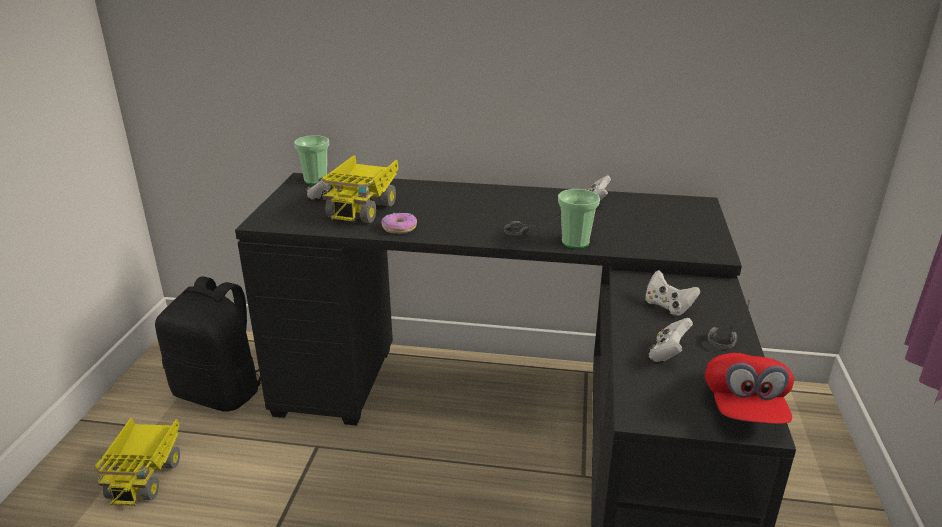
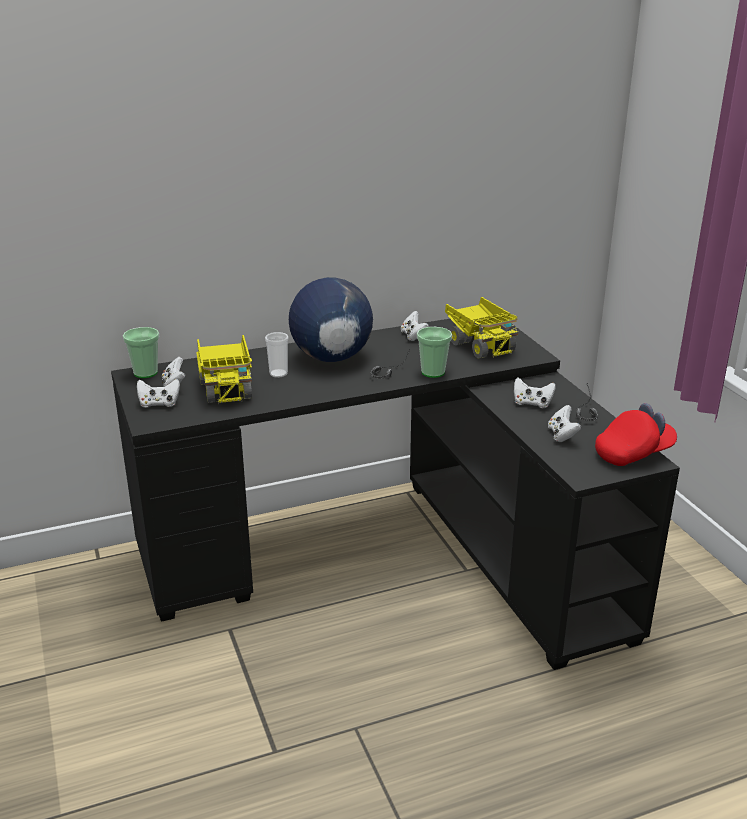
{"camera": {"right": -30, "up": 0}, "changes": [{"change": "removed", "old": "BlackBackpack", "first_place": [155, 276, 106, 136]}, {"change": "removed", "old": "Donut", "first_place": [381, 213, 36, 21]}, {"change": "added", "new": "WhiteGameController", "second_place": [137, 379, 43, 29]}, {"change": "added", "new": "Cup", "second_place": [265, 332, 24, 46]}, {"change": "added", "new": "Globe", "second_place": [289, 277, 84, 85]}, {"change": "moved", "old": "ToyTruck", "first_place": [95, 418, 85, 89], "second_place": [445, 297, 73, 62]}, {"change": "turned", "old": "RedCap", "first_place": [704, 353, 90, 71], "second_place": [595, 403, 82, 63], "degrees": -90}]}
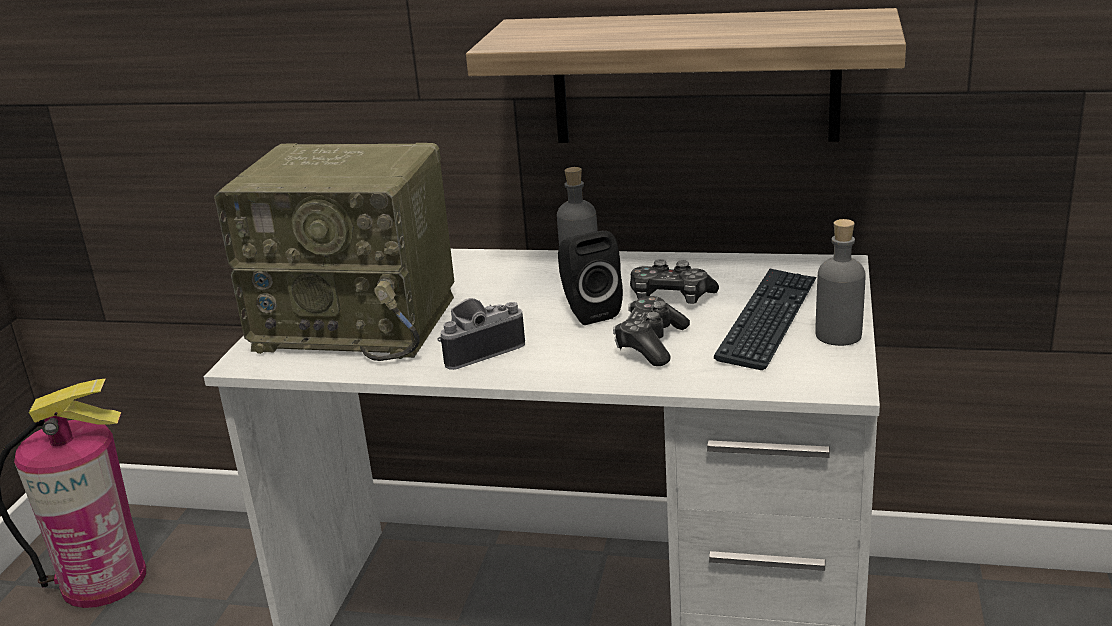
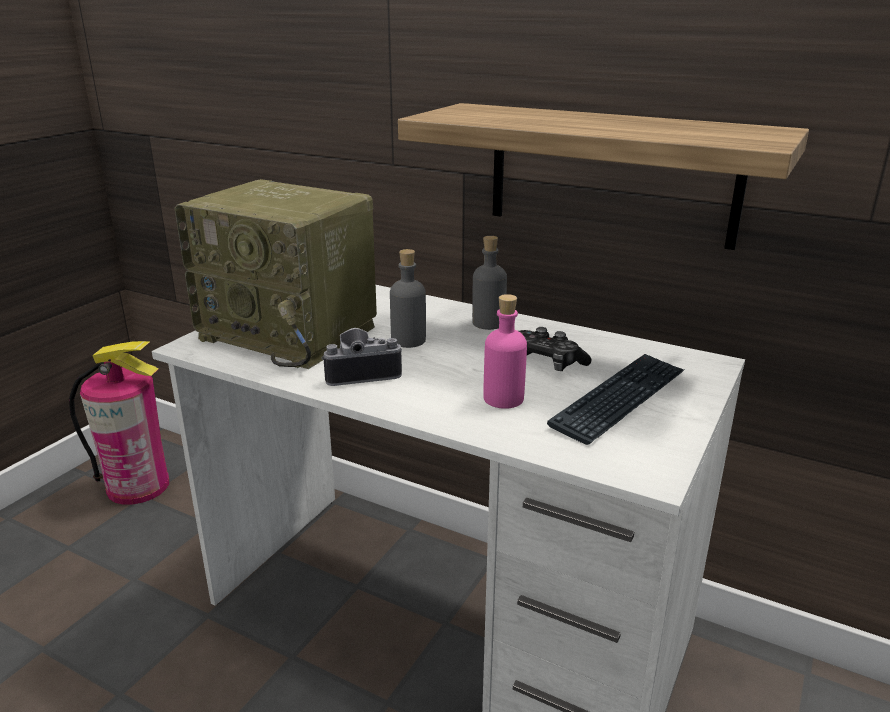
{"camera": {"right": 15, "up": 0}, "changes": [{"change": "removed", "old": "BlackSpeaker", "first_place": [558, 231, 65, 94]}, {"change": "moved", "old": "GreyBottle", "first_place": [816, 219, 50, 127], "second_place": [390, 249, 36, 99]}, {"change": "replaced", "old": "GameController", "new": "PinkBottle", "first_place": [613, 296, 77, 70], "second_place": [483, 294, 44, 115]}]}
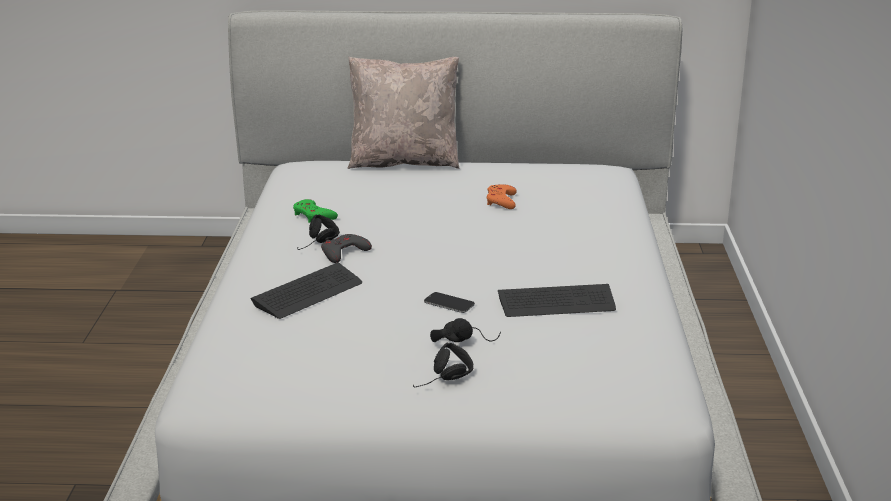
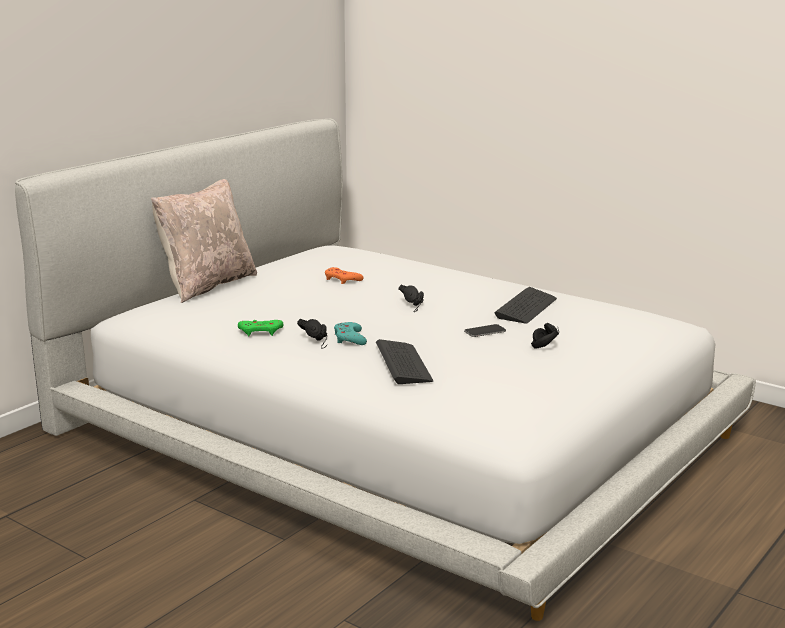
{"camera": {"right": -55, "up": -5}, "changes": [{"change": "moved", "old": "BlackHeadphones", "first_place": [413, 342, 61, 45], "second_place": [398, 284, 26, 28]}, {"change": "recoloured", "old": "GreyGameController", "new": "TurquoiseGameController", "first_place": [321, 234, 51, 29], "second_place": [334, 322, 33, 23]}]}
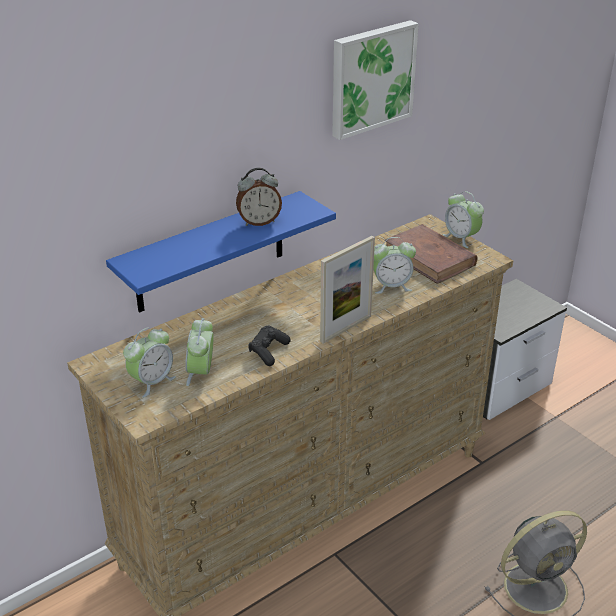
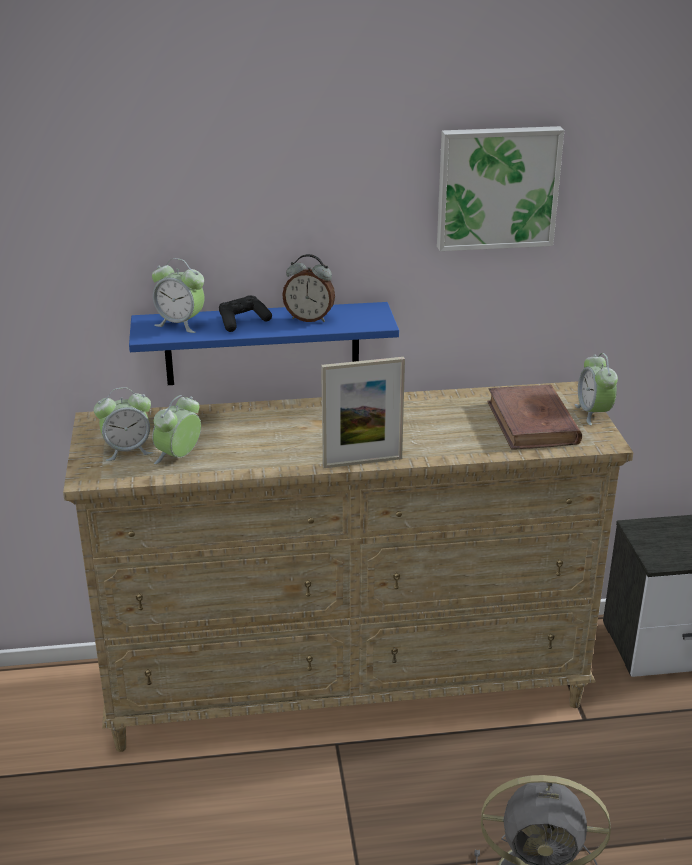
{"camera": {"right": 30, "up": -5}, "changes": [{"change": "moved", "old": "BlackGameController", "first_place": [248, 326, 43, 40], "second_place": [219, 295, 53, 37]}, {"change": "moved", "old": "AlarmClock", "first_place": [373, 237, 43, 57], "second_place": [152, 258, 53, 75]}]}
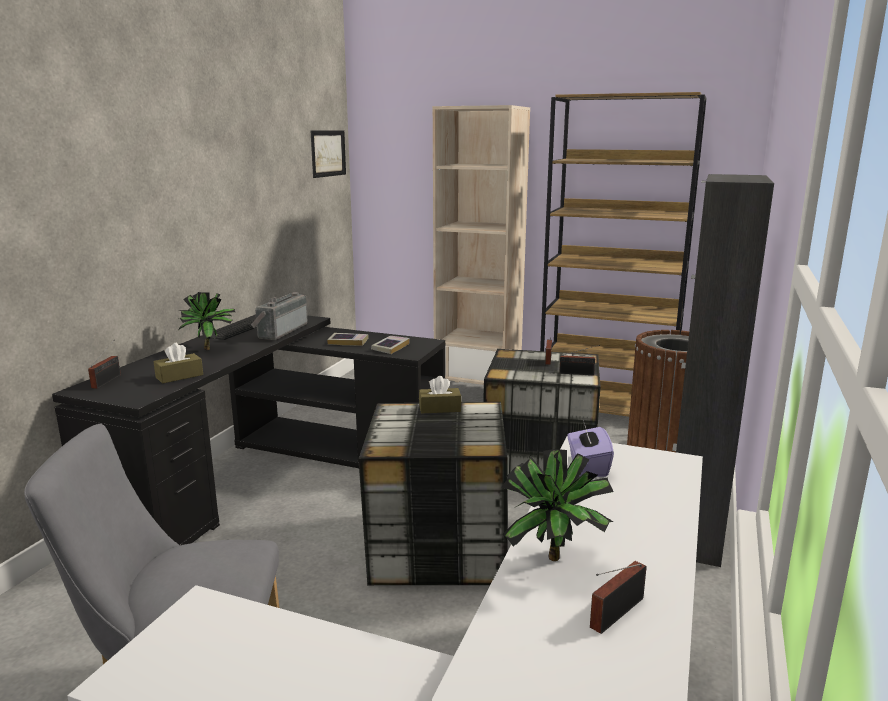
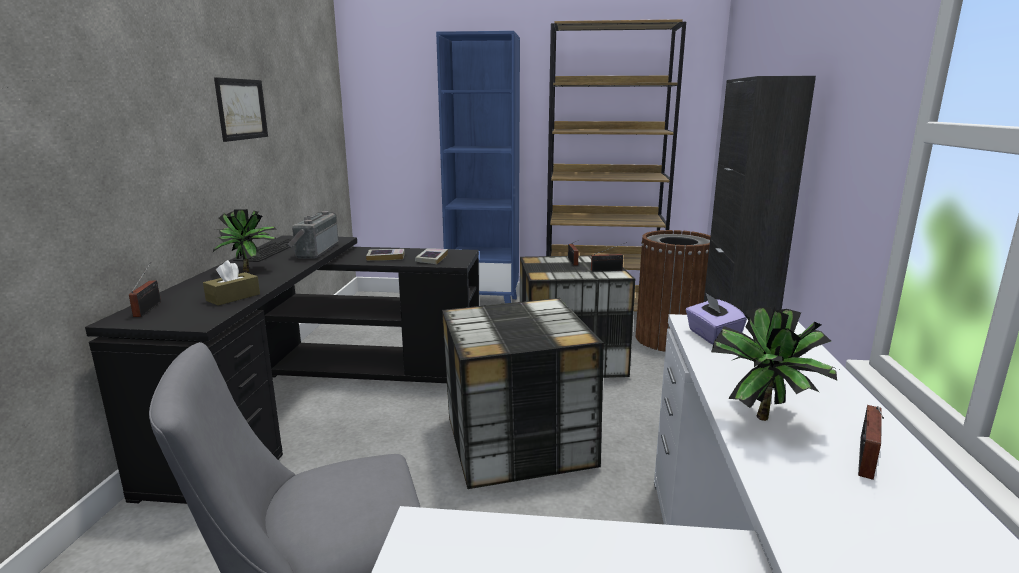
{"camera": {"right": -15, "up": 0}, "changes": [{"change": "removed", "old": "BrownTissueBox", "first_place": [419, 376, 42, 37]}, {"change": "moved", "old": "Picture", "first_place": [310, 130, 36, 48], "second_place": [214, 77, 54, 65]}, {"change": "recoloured", "old": "BeigeBookcase", "new": "BlueBookcase", "first_place": [433, 105, 97, 280], "second_place": [436, 31, 84, 272]}]}
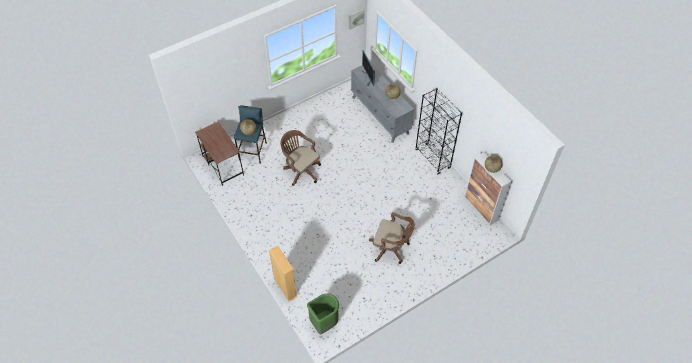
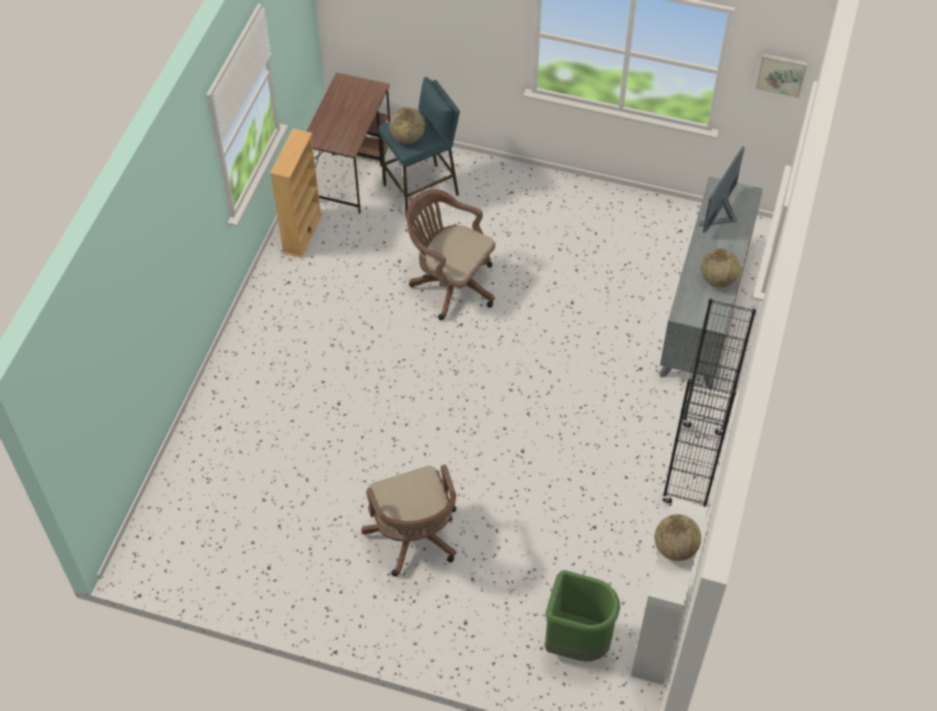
{"camera": {"right": 50, "up": 0}, "changes": [{"change": "moved", "old": "BeigeBookcase", "first_place": [269, 246, 29, 55], "second_place": [270, 128, 52, 130]}, {"change": "moved", "old": "GreenTrashCan", "first_place": [307, 294, 32, 40], "second_place": [545, 570, 75, 92]}, {"change": "turned", "old": "BrownOfficeChair", "first_place": [281, 130, 40, 56], "second_place": [406, 189, 89, 131], "degrees": -60}]}
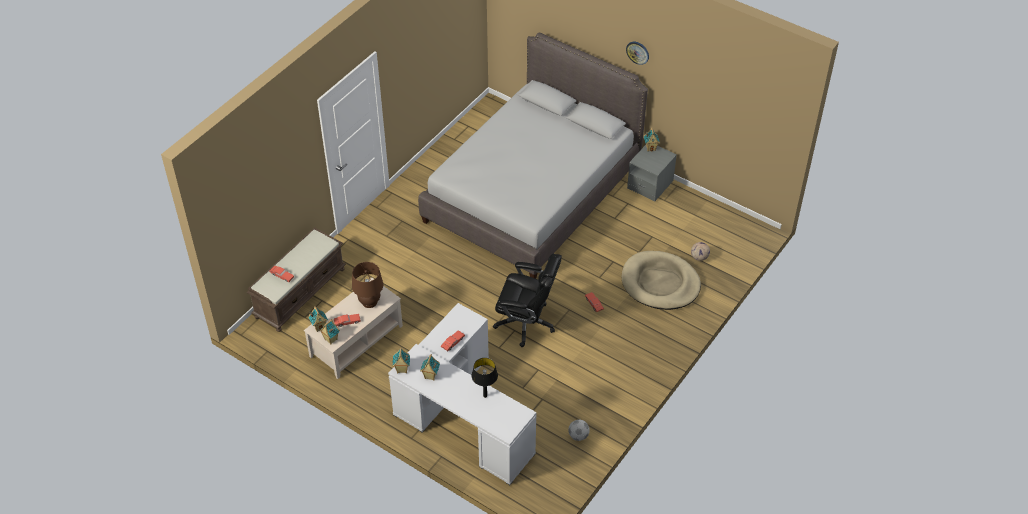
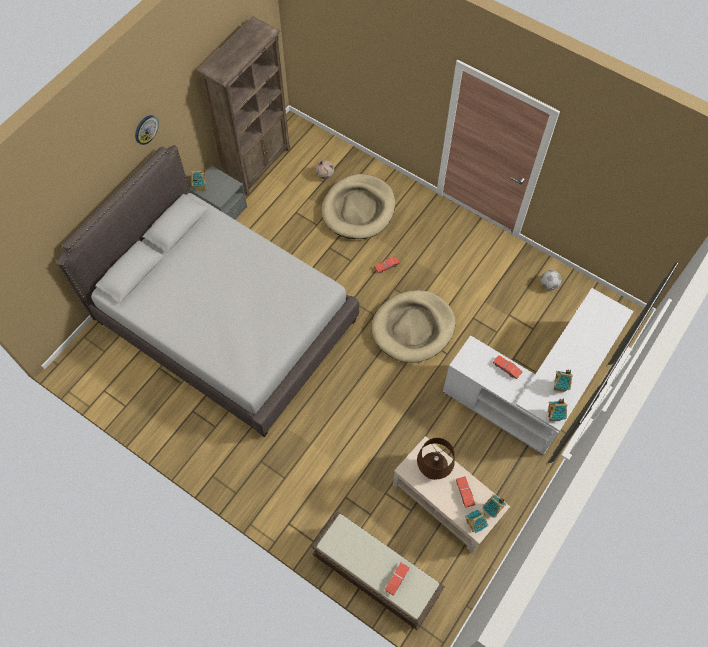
{"camera": {"right": -90, "up": 15}, "changes": [{"change": "removed", "old": "BlackTableLamp", "first_place": [472, 358, 26, 40]}, {"change": "added", "new": "BrownBookcase", "second_place": [197, 16, 93, 180]}, {"change": "replaced", "old": "BlackOfficeChair", "new": "BeigeDogBed", "first_place": [493, 254, 69, 93], "second_place": [372, 290, 84, 73]}]}
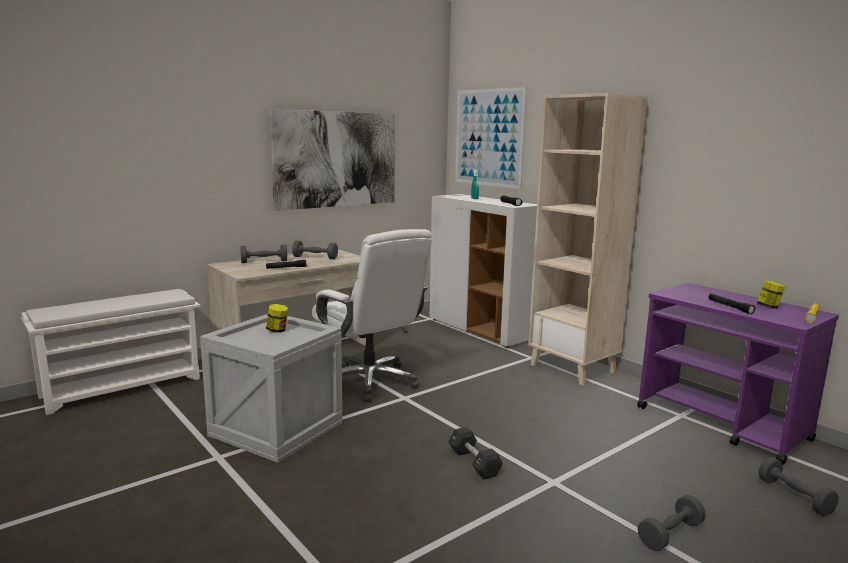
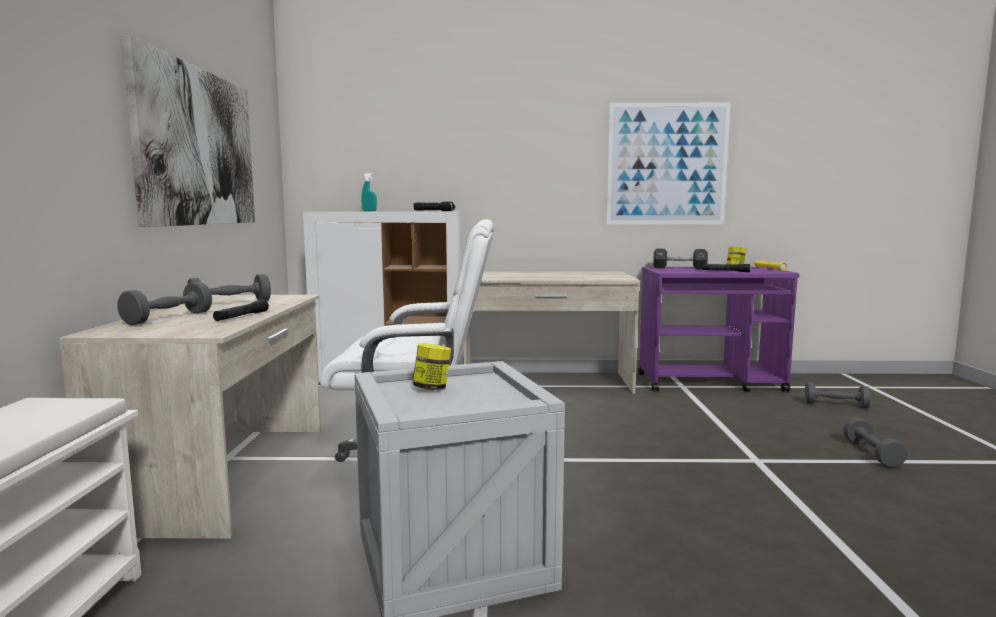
{"camera": {"right": -50, "up": -5}, "changes": [{"change": "moved", "old": "BlackDumbbell", "first_place": [448, 427, 55, 52], "second_place": [653, 248, 55, 21]}, {"change": "moved", "old": "Picture", "first_place": [455, 87, 72, 102], "second_place": [606, 103, 125, 121]}, {"change": "replaced", "old": "BeigeBookcase", "new": "BeigeDesk", "first_place": [528, 93, 120, 293], "second_place": [463, 272, 177, 122]}]}
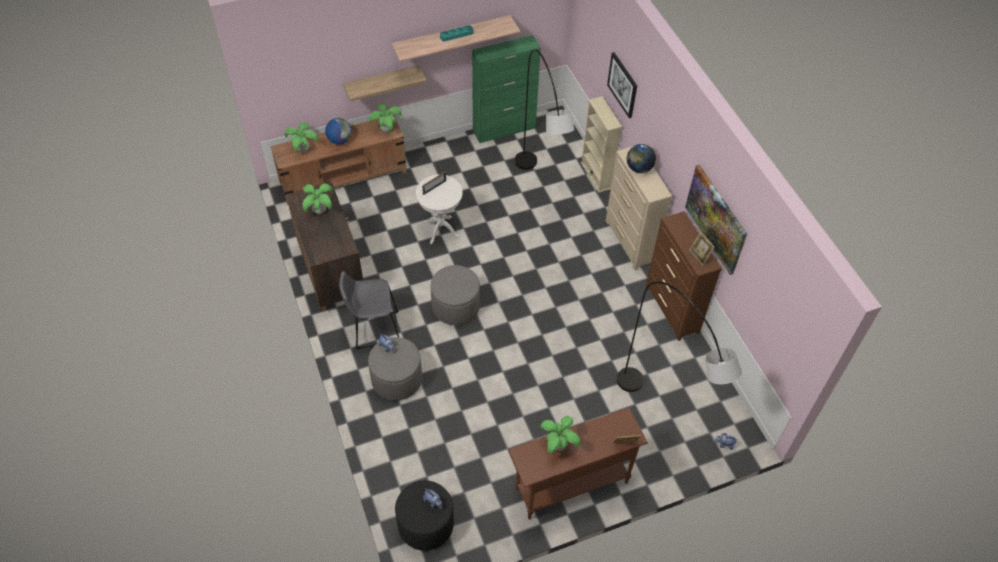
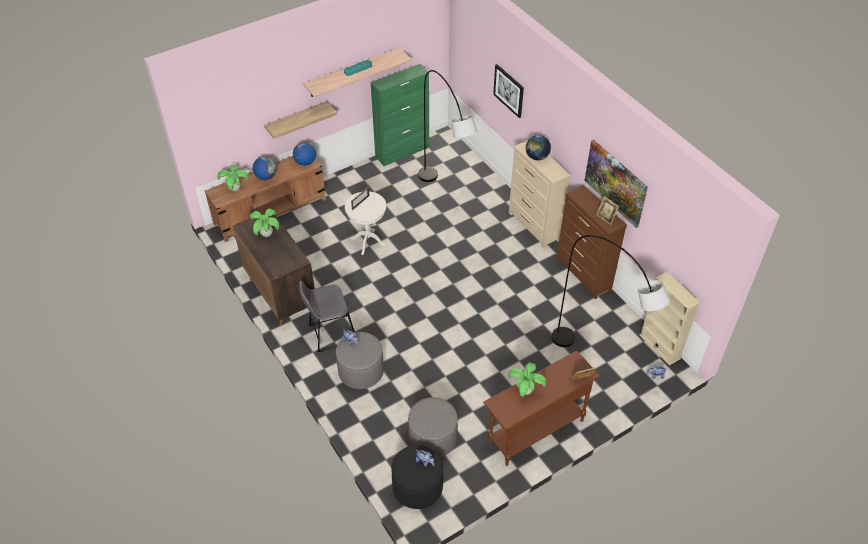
{"camera": {"right": -10, "up": -5}, "changes": [{"change": "moved", "old": "GreyOttoman", "first_place": [430, 265, 50, 60], "second_place": [408, 397, 50, 60]}, {"change": "moved", "old": "BeigeBookcase", "first_place": [581, 96, 41, 97], "second_place": [639, 272, 61, 94]}, {"change": "replaced", "old": "PottedPlant", "new": "Globe", "first_place": [369, 103, 33, 29], "second_place": [293, 142, 23, 24]}]}
